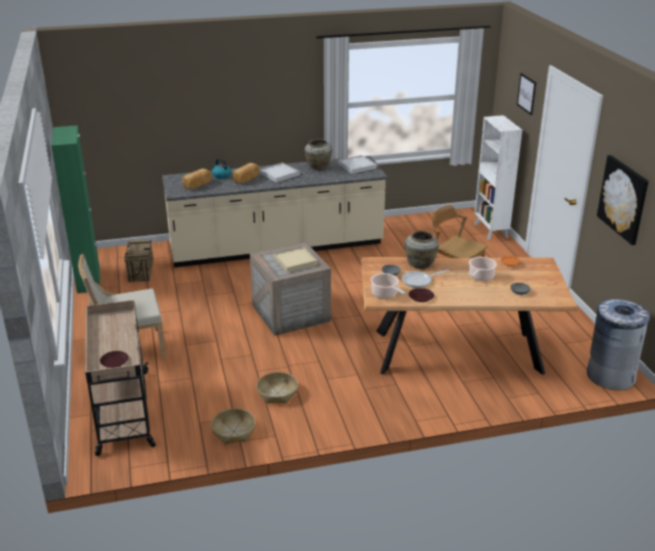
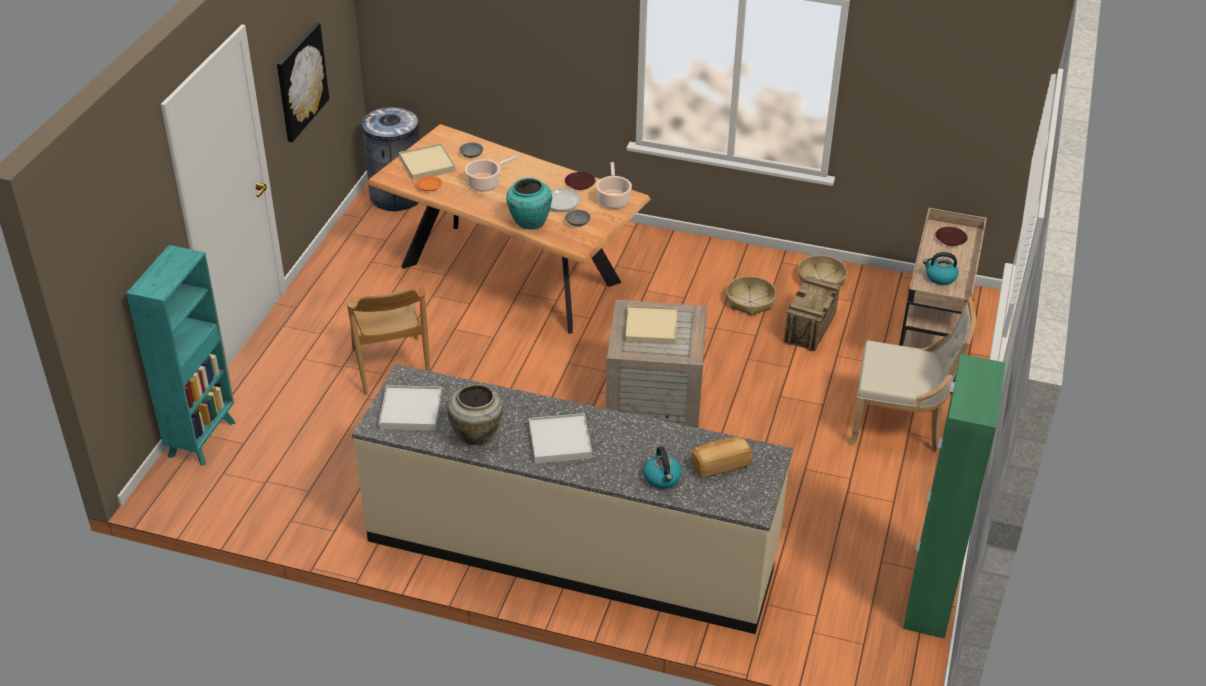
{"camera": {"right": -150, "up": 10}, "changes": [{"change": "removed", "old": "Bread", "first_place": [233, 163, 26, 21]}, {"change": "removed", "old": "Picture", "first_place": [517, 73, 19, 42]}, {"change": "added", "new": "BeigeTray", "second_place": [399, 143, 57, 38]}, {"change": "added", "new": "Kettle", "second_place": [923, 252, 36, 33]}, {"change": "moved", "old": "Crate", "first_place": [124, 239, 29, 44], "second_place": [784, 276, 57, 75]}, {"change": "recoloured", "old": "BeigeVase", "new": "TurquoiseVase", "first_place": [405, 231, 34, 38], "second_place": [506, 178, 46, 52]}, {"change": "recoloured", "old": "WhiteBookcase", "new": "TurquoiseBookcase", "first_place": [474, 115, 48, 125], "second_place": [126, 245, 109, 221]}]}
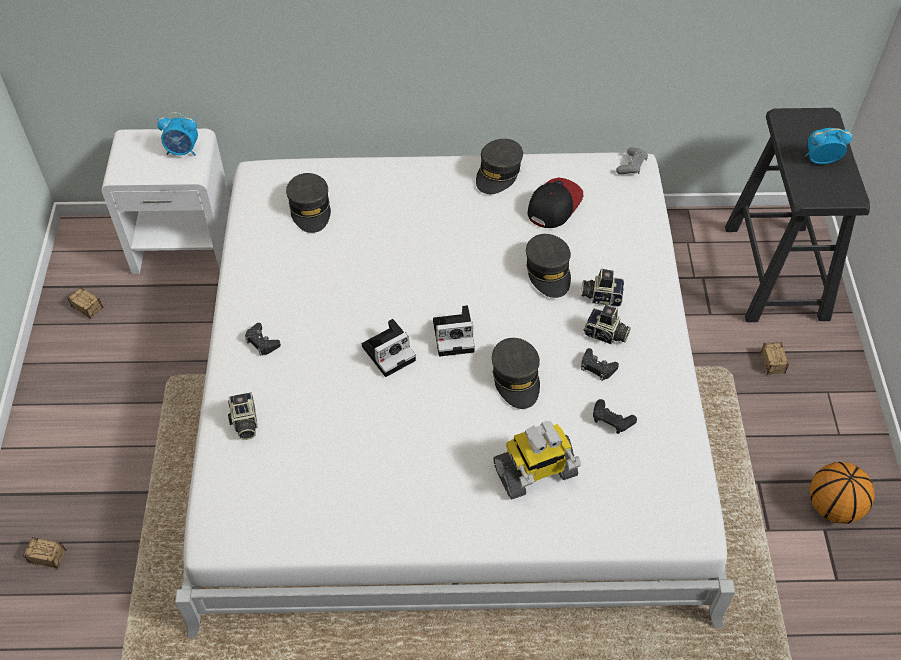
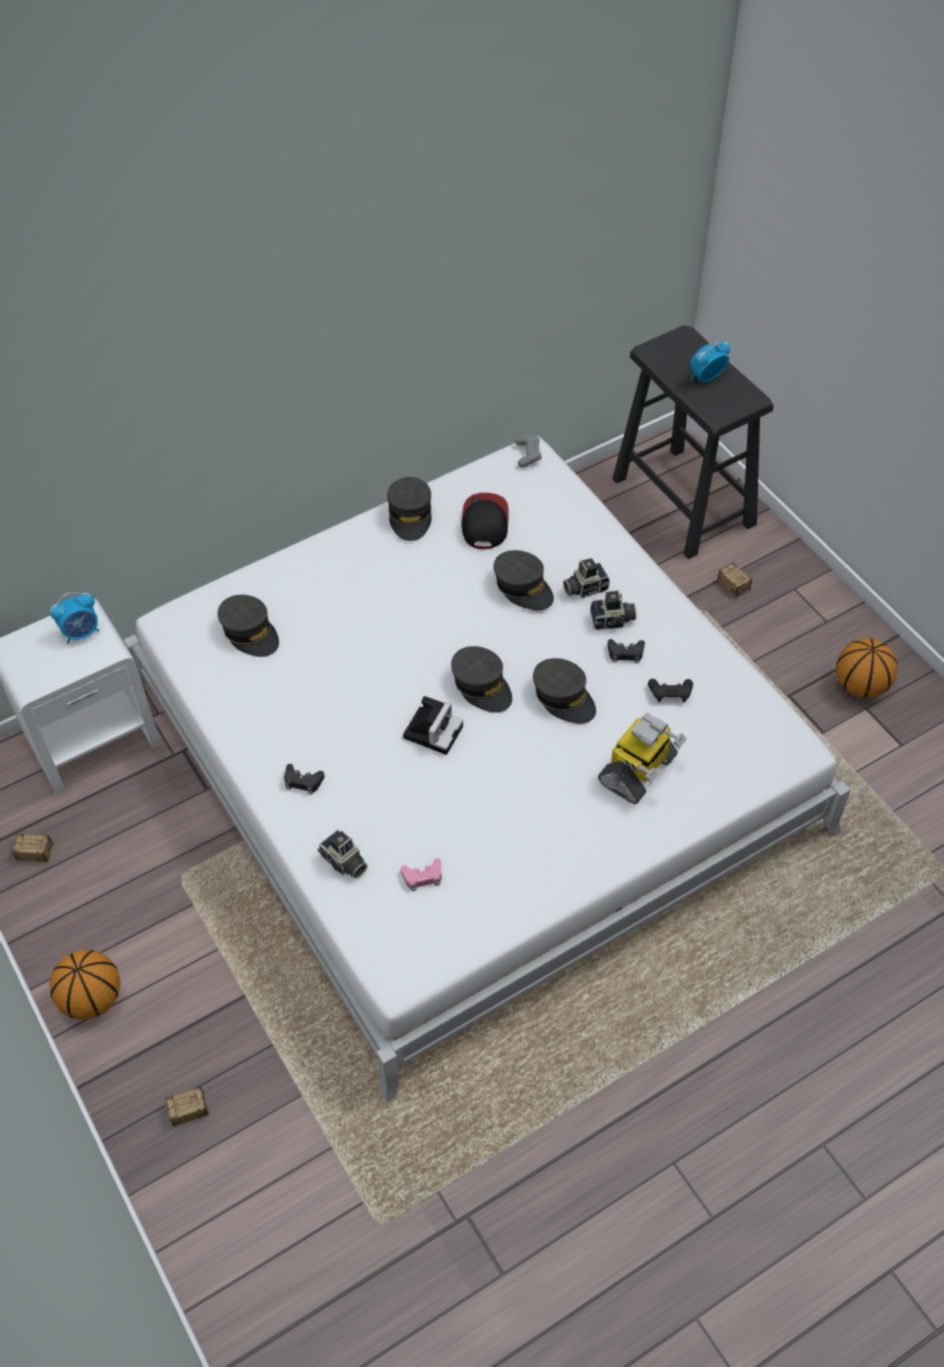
{"camera": {"right": -30, "up": 0}, "changes": [{"change": "added", "new": "Basketball", "second_place": [49, 950, 72, 70]}, {"change": "added", "new": "PinkGameController", "second_place": [400, 858, 42, 33]}, {"change": "replaced", "old": "PhotoCamera", "new": "GreyCap", "first_place": [433, 305, 42, 52], "second_place": [451, 646, 61, 66]}]}
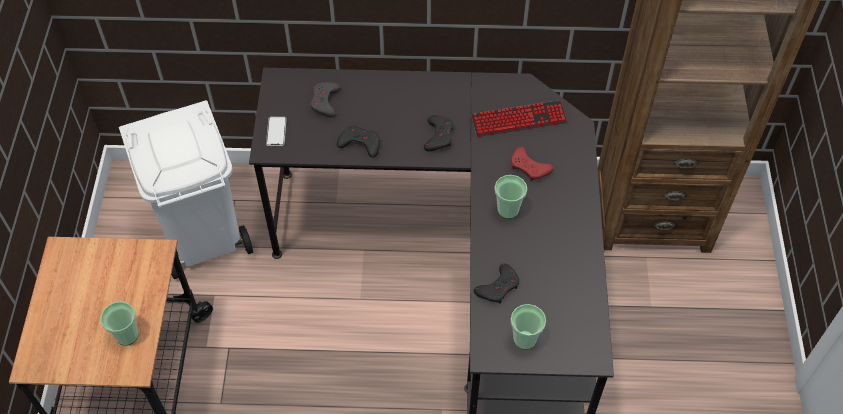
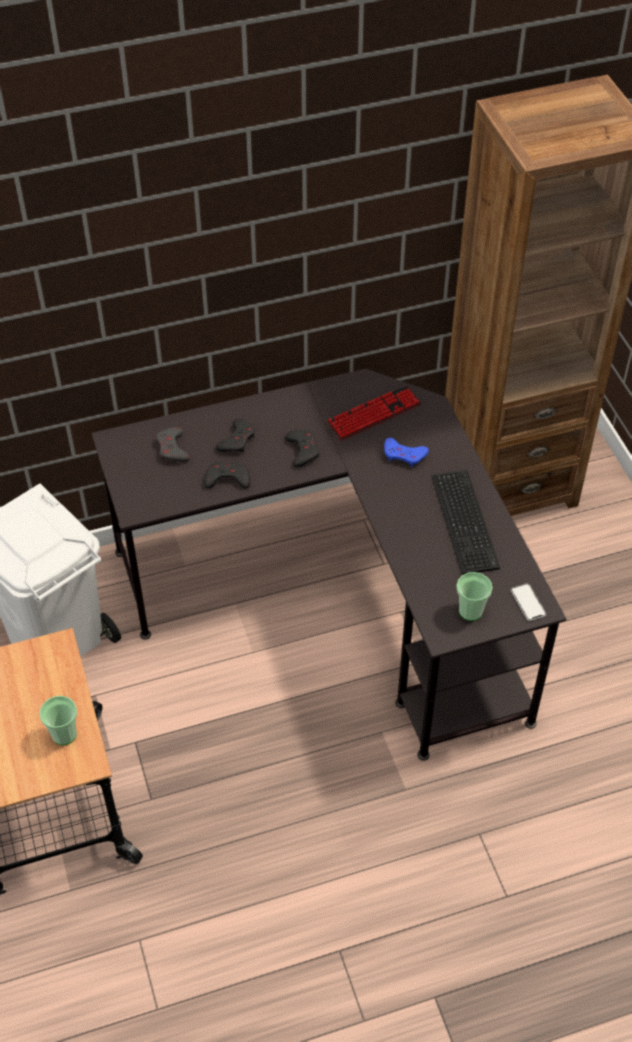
{"camera": {"right": -20, "up": -5}, "changes": [{"change": "removed", "old": "Cup", "first_place": [494, 175, 33, 44]}, {"change": "added", "new": "Keyboard", "second_place": [432, 470, 68, 105]}, {"change": "moved", "old": "Phone", "first_place": [266, 116, 21, 30], "second_place": [511, 584, 35, 37]}, {"change": "moved", "old": "BlackGameController", "first_place": [474, 263, 45, 40], "second_place": [216, 419, 39, 33]}, {"change": "recoloured", "old": "RedGameController", "new": "BlueGameController", "first_place": [511, 147, 43, 34], "second_place": [384, 438, 45, 29]}]}
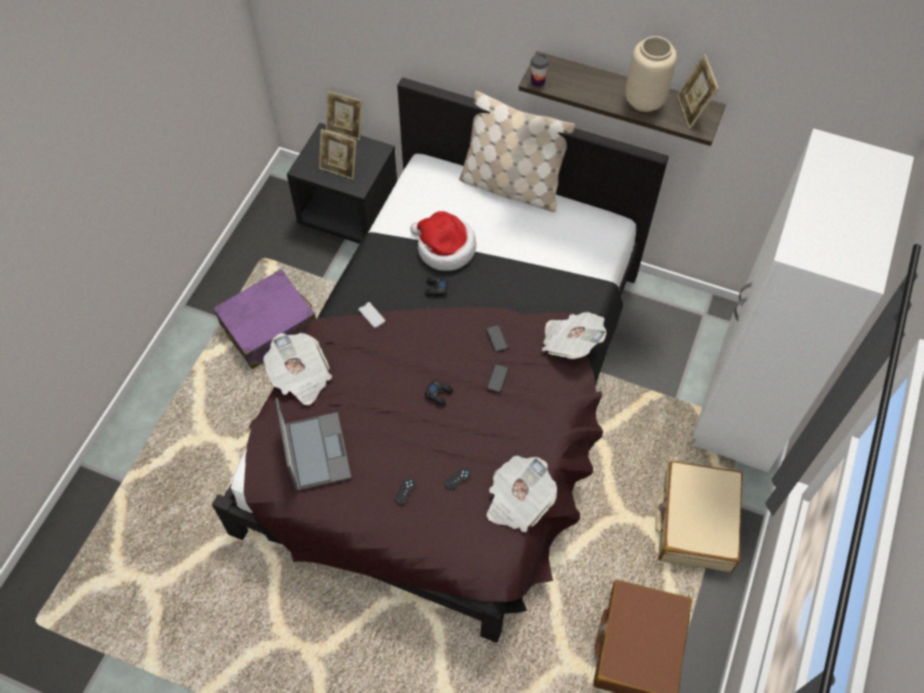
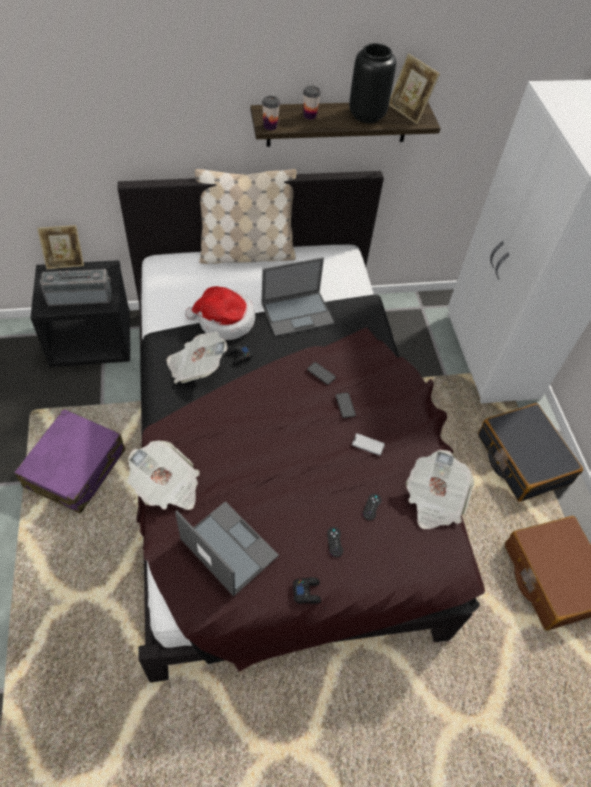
{"camera": {"right": -35, "up": -5}, "changes": [{"change": "added", "new": "Laptop", "second_place": [261, 257, 74, 80]}, {"change": "added", "new": "Cup", "second_place": [303, 86, 18, 34]}, {"change": "moved", "old": "Phone", "first_place": [358, 302, 28, 27], "second_place": [352, 433, 33, 22]}, {"change": "moved", "old": "BlackGameController", "first_place": [425, 380, 28, 26], "second_place": [293, 577, 28, 27]}, {"change": "moved", "old": "Newspaper", "first_place": [542, 312, 64, 47], "second_place": [166, 332, 61, 52]}, {"change": "replaced", "old": "PictureFrame", "new": "Radio", "first_place": [319, 129, 38, 51], "second_place": [40, 269, 72, 37]}, {"change": "recoloured", "old": "BeigeVase", "new": "BlackVase", "first_place": [625, 36, 52, 76], "second_place": [349, 43, 47, 80]}, {"change": "recoloured", "old": "BeigeSuitcase", "new": "BlackSuitcase", "first_place": [656, 461, 87, 111], "second_place": [478, 403, 105, 99]}]}
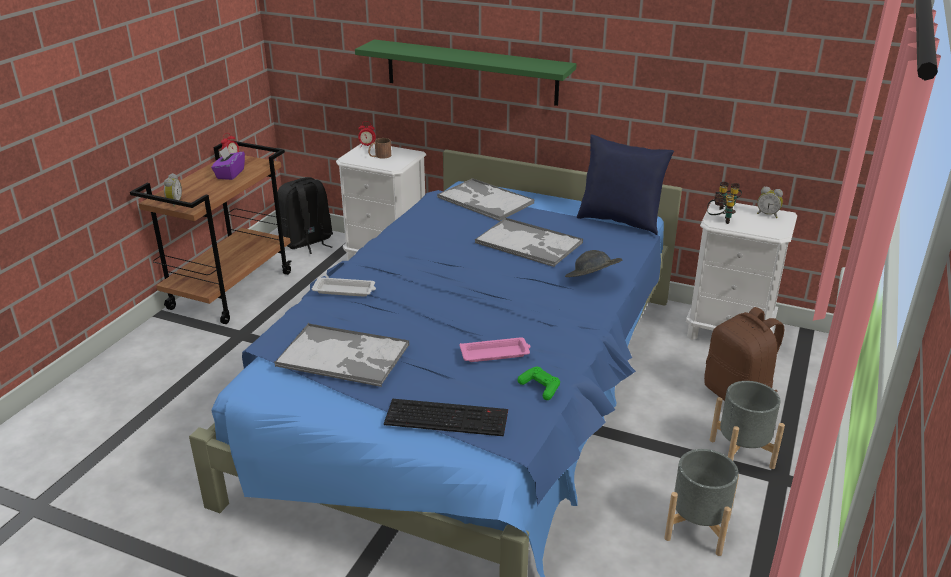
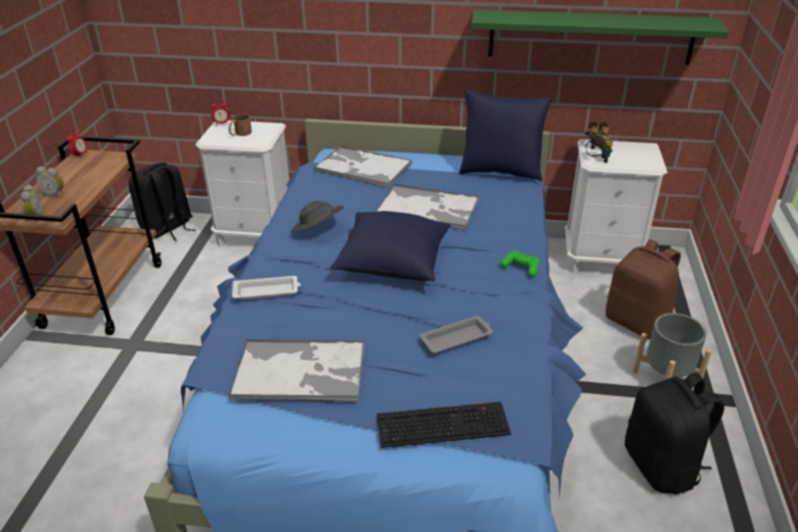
{"camera": {"right": -15, "up": 5}, "changes": [{"change": "removed", "old": "PurpleTissueBox", "first_place": [211, 146, 34, 34]}, {"change": "added", "new": "BluePillow", "second_place": [330, 211, 121, 70]}, {"change": "moved", "old": "GreenShelf", "first_place": [355, 39, 221, 67], "second_place": [471, 9, 258, 56]}, {"change": "moved", "old": "GreenGameController", "first_place": [518, 367, 42, 33], "second_place": [500, 250, 39, 27]}, {"change": "moved", "old": "GreyHat", "first_place": [565, 250, 57, 27], "second_place": [291, 201, 53, 31]}, {"change": "moved", "old": "AlarmClock", "first_place": [757, 186, 26, 32], "second_place": [36, 167, 28, 30]}, {"change": "replaced", "old": "GreyPlanter", "new": "BlackBackpack", "first_place": [664, 449, 75, 107], "second_place": [625, 373, 99, 121]}, {"change": "recoloured", "old": "PinkTray", "new": "GreyTray", "first_place": [459, 337, 72, 25], "second_place": [419, 316, 74, 38]}]}
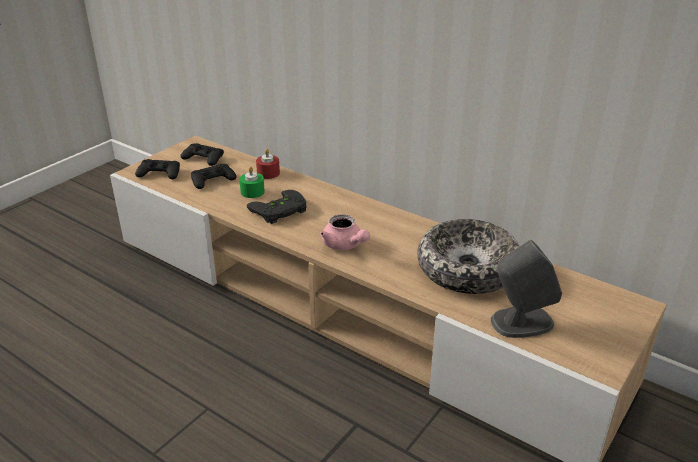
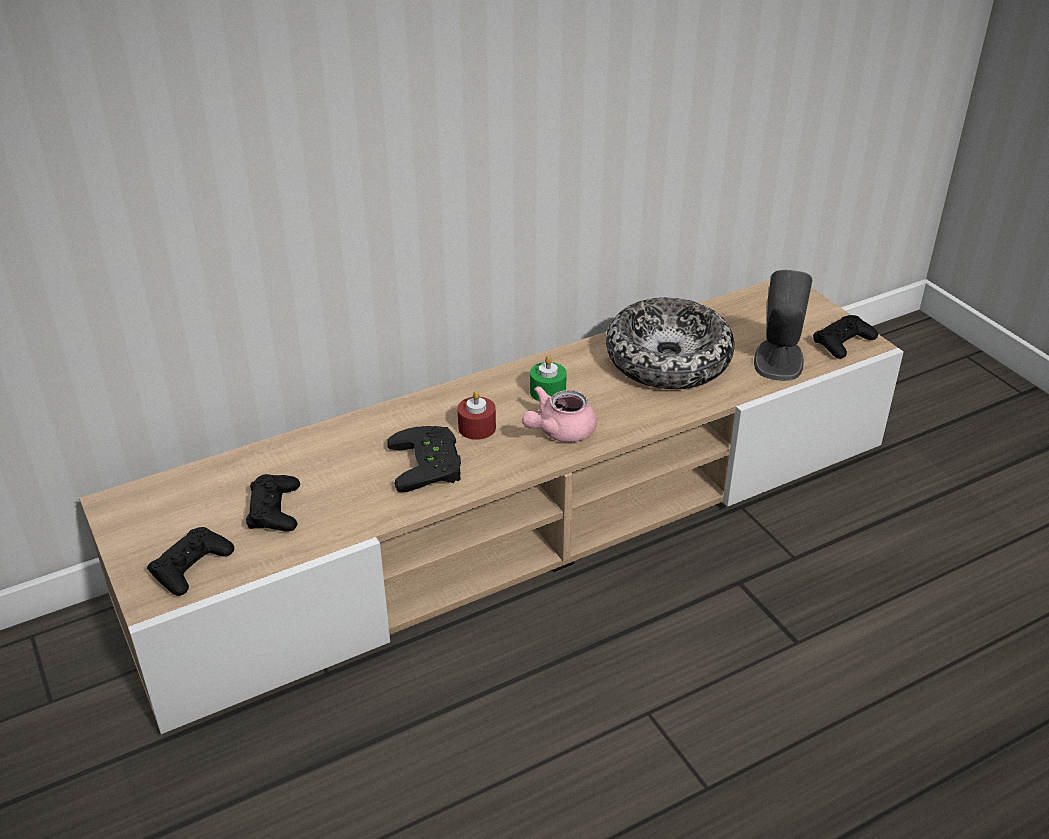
{"camera": {"right": -65, "up": 5}, "changes": [{"change": "moved", "old": "BlackGameController", "first_place": [181, 143, 43, 23], "second_place": [813, 315, 65, 44]}, {"change": "moved", "old": "GreenCandle", "first_place": [239, 167, 26, 31], "second_place": [530, 356, 37, 45]}, {"change": "moved", "old": "RedCandle", "first_place": [256, 149, 24, 30], "second_place": [457, 391, 39, 49]}, {"change": "turned", "old": "PinkTeapot", "first_place": [320, 215, 50, 35], "second_place": [522, 386, 75, 56], "degrees": 150}]}
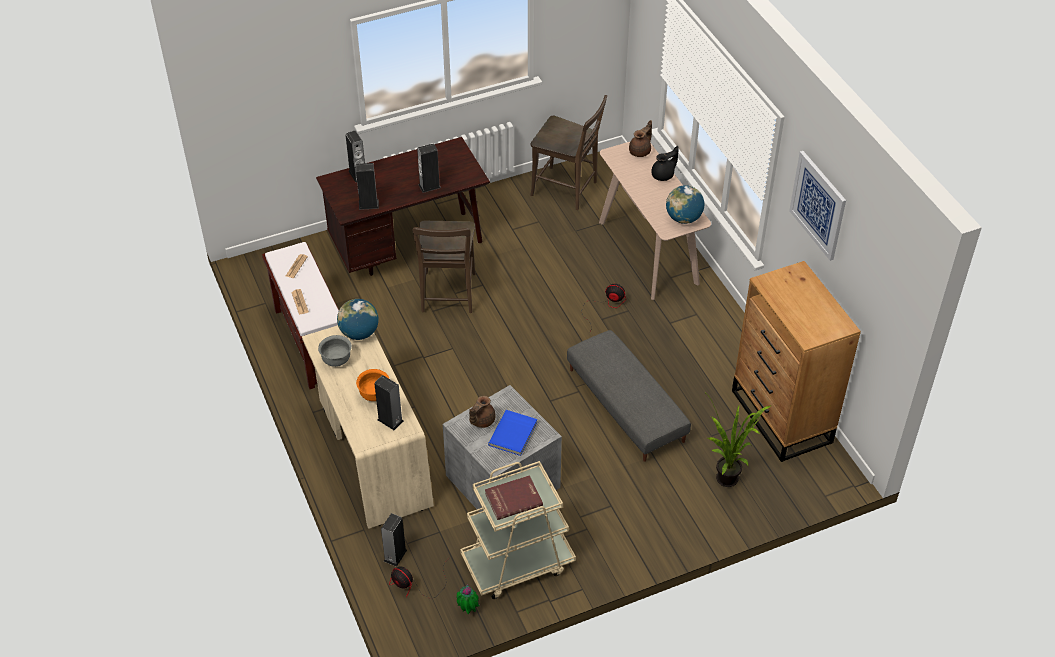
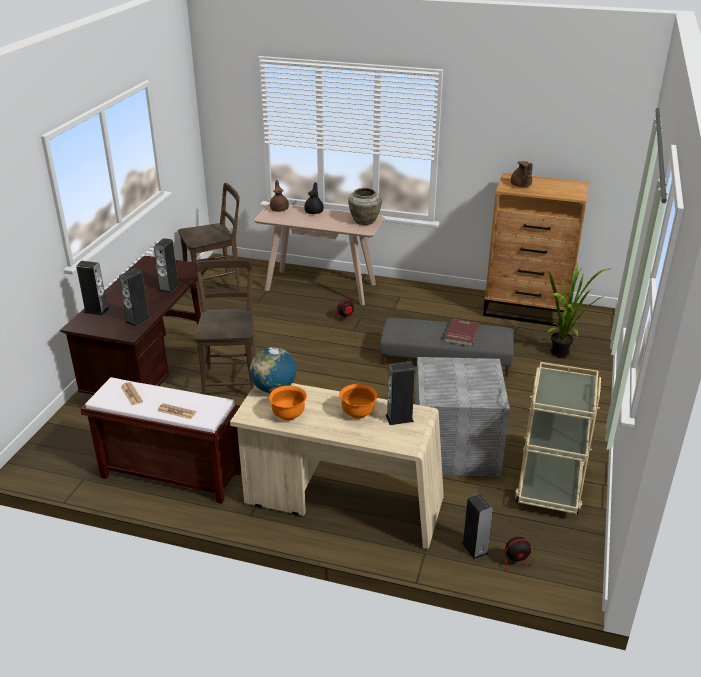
{"camera": {"right": -50, "up": -15}, "changes": [{"change": "removed", "old": "PottedPlant", "first_place": [456, 584, 23, 30]}, {"change": "removed", "old": "BlueBook", "first_place": [488, 410, 49, 46]}, {"change": "removed", "old": "Picture", "first_place": [789, 151, 57, 110]}, {"change": "moved", "old": "BrownTeapot", "first_place": [469, 396, 27, 32], "second_place": [511, 161, 22, 26]}, {"change": "moved", "old": "RedBook", "first_place": [485, 475, 58, 45], "second_place": [443, 319, 37, 28]}, {"change": "replaced", "old": "Globe", "new": "BeigeVase", "first_place": [666, 185, 38, 39], "second_place": [348, 188, 34, 37]}, {"change": "recoloured", "old": "GreyBowl", "new": "OrangeBowl", "first_place": [318, 335, 34, 32], "second_place": [269, 385, 38, 36]}, {"change": "turned", "old": "BrownChair", "first_place": [412, 221, 64, 92], "second_place": [194, 259, 62, 136], "degrees": -135}]}
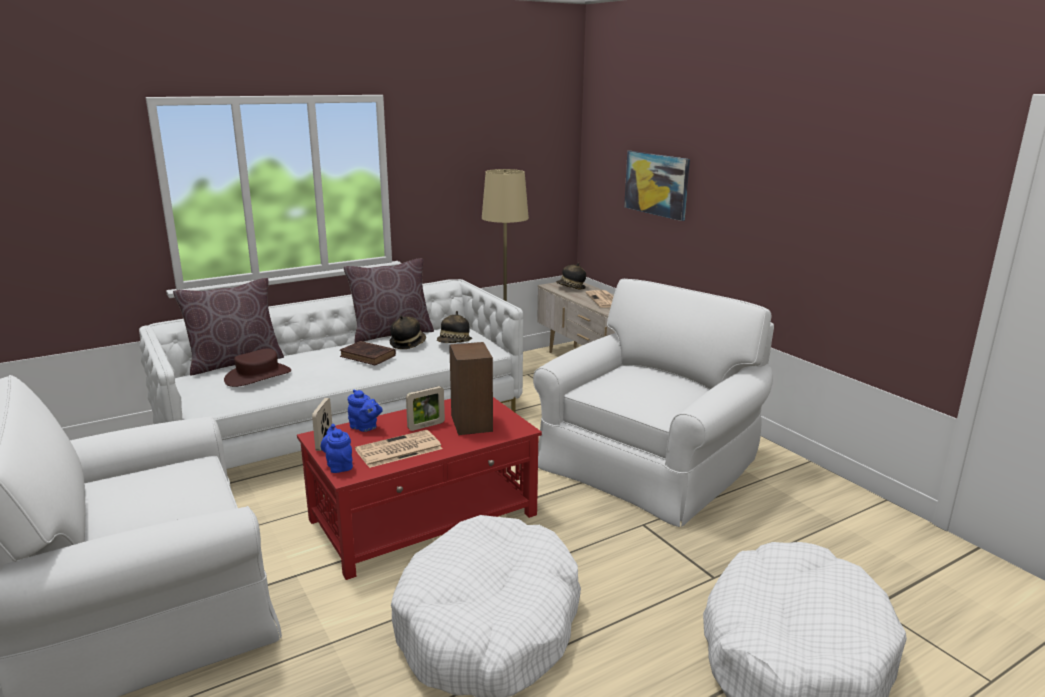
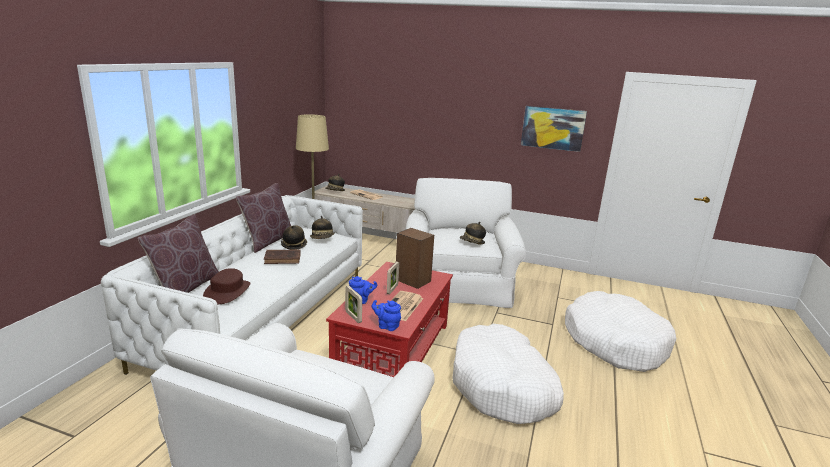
{"camera": {"right": -40, "up": 0}, "changes": [{"change": "added", "new": "Hat", "second_place": [460, 222, 26, 23]}, {"change": "moved", "old": "Picture", "first_place": [624, 151, 66, 70], "second_place": [521, 106, 66, 46]}]}
